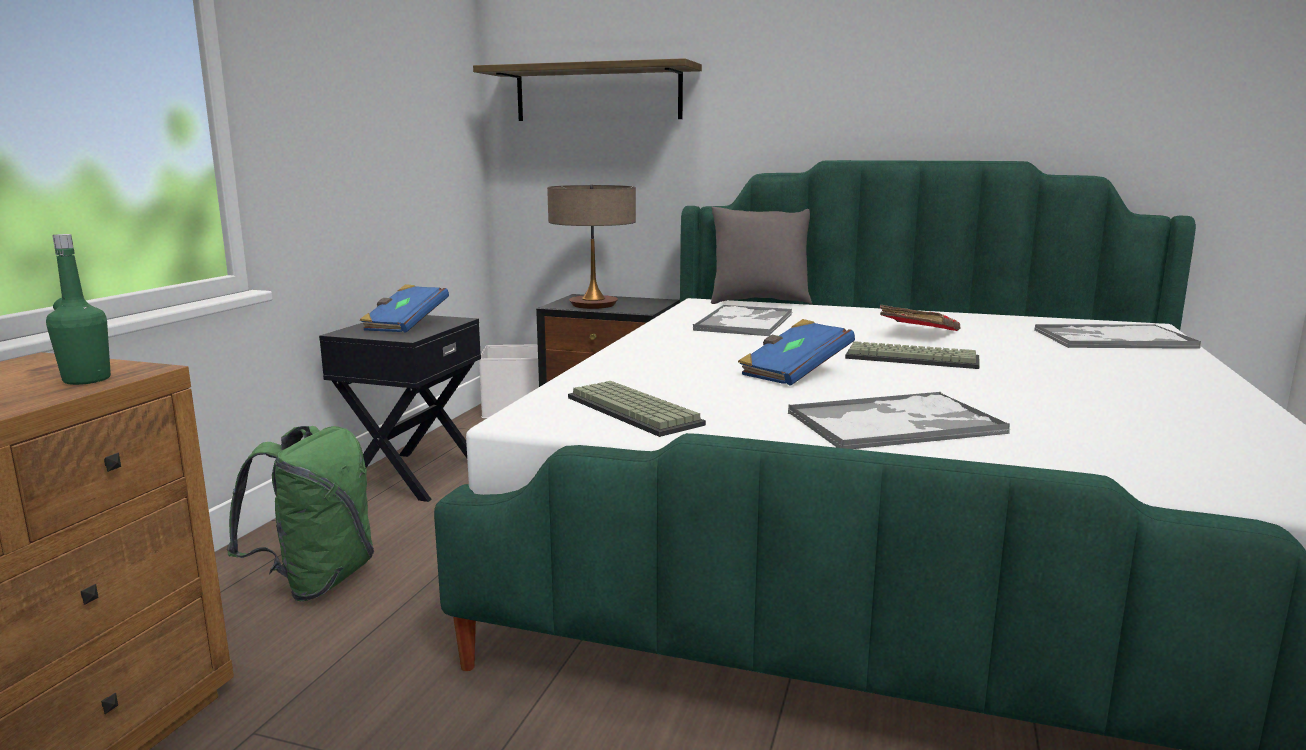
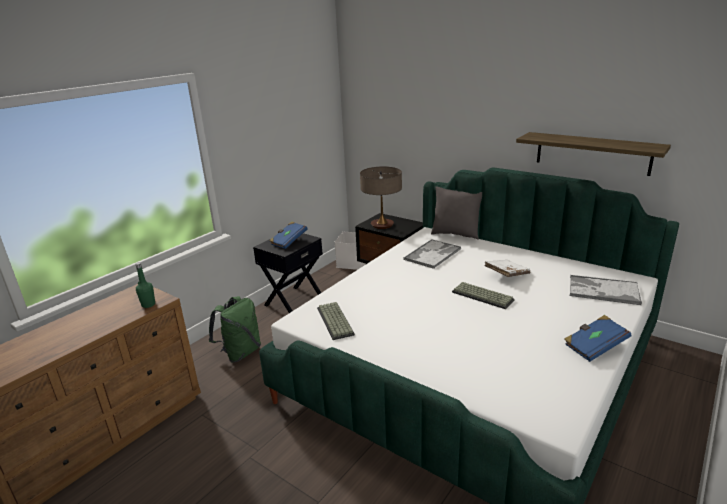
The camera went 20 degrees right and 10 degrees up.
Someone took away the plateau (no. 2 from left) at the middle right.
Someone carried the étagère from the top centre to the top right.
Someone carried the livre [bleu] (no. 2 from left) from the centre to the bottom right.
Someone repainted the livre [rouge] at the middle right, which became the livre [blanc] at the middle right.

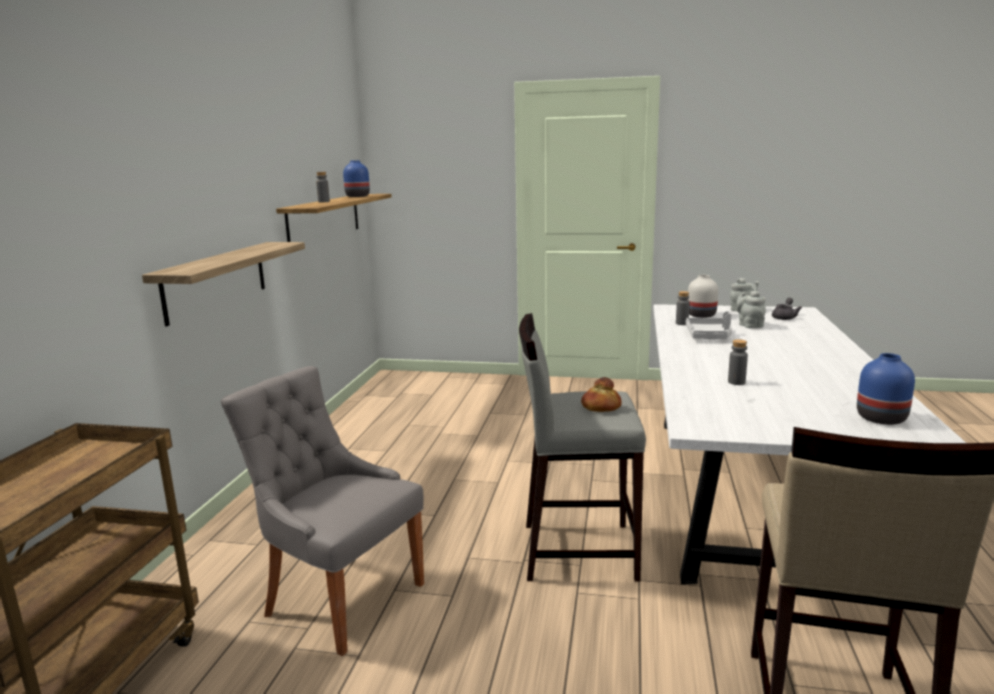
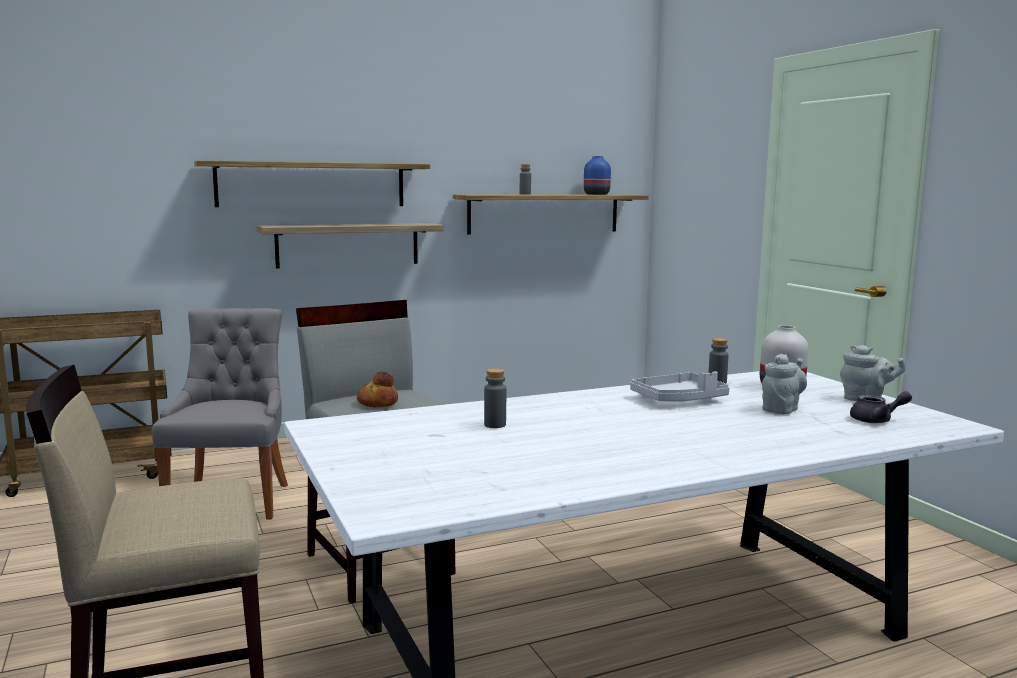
The camera went 55 degrees right and 5 degrees down.
Someone took away the vase [bleu] (no. 2 from left) at the middle right.
Someone put up the étagère (no. 1 from left) at the top left.

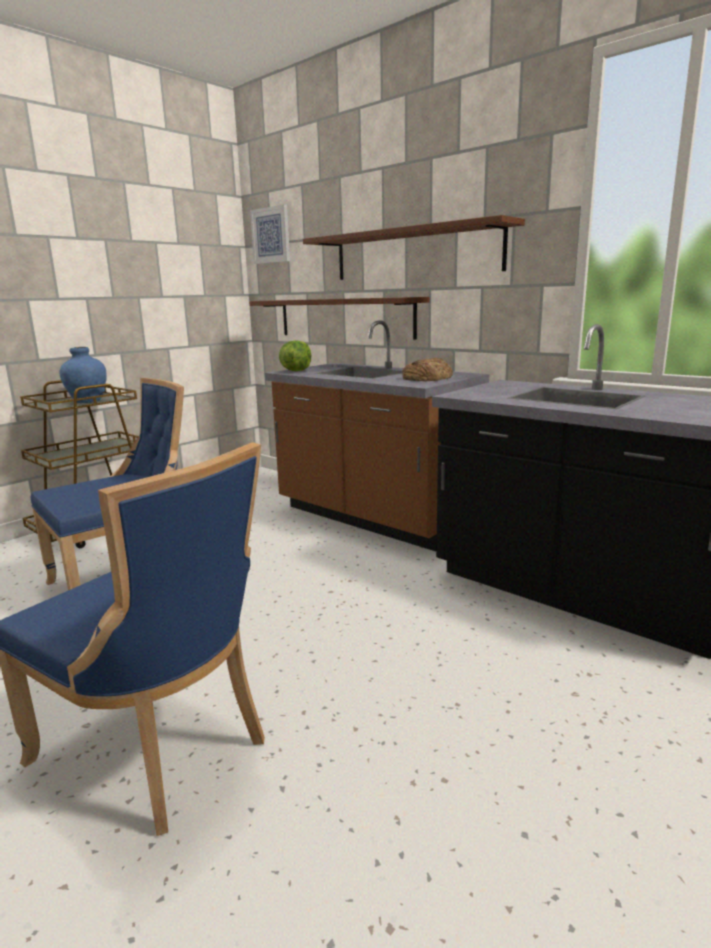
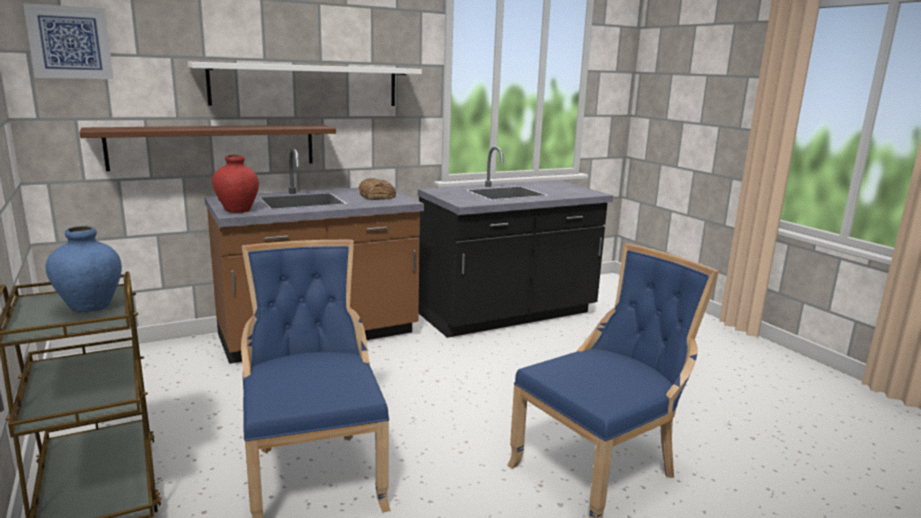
The camera went 70 degrees left and 0 degrees up.
Someone swapped the laitue at the centre for the vase [rouge] at the middle left.
Someone repainted the étagère [marron] (no. 2 from left) at the top centre, which became the étagère [blanc] at the top left.

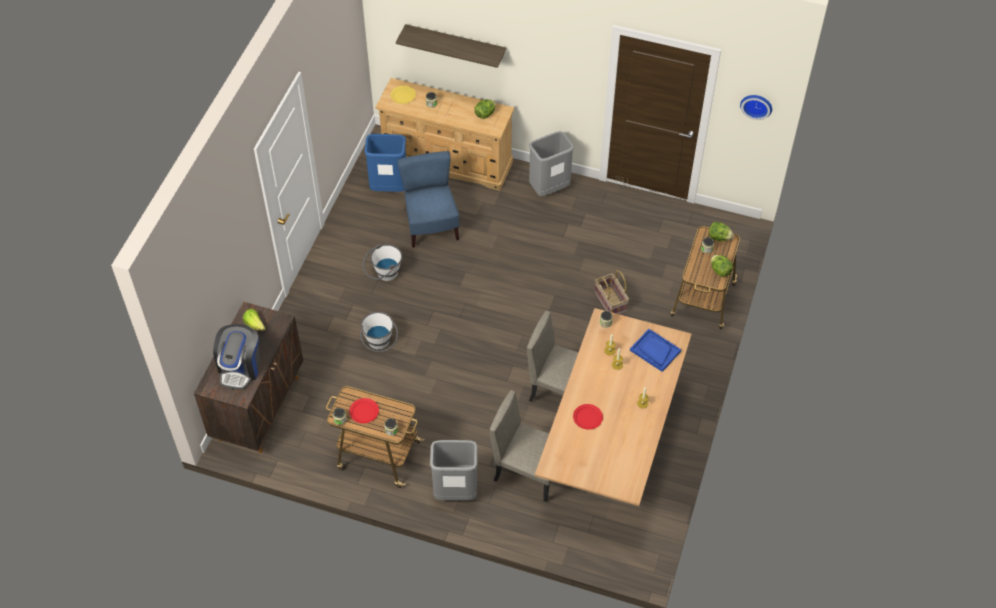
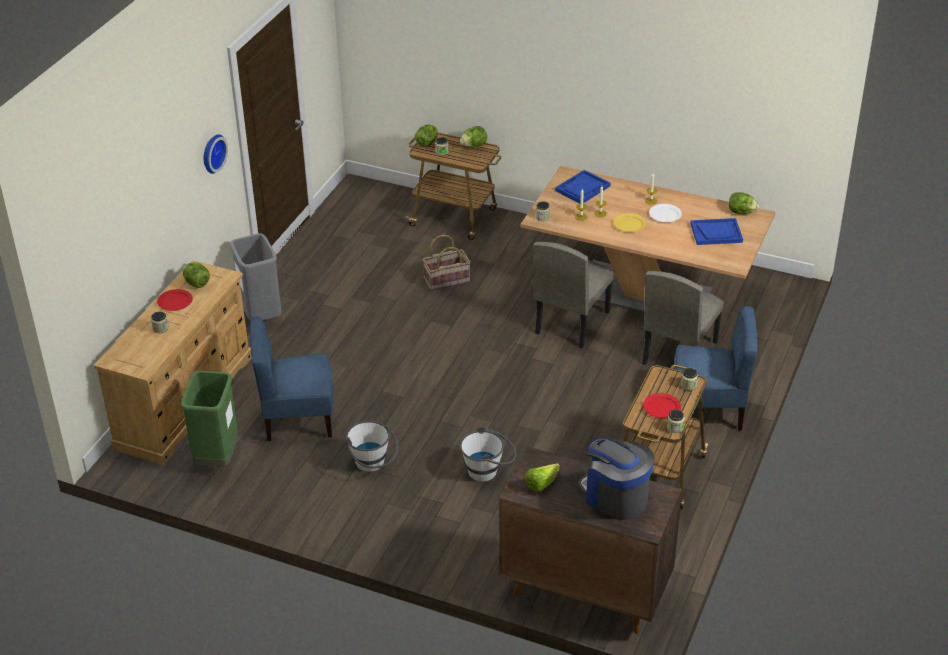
The camera went 85 degrees left and 15 degrees down.
Someone took away the étagère at the top centre.
Someone put down the assiette [blanc] at the top right.
Someone put down the plateau [bleu] (no. 2 from left) at the middle right.
Someone put down the laitue (no. 5 from left) at the top right.
Someone carried the assiette [jaune] from the top centre to the centre.
Someone carried the assiette [rouge] (no. 2 from left in the first image) from the bottom centre to the middle left.
Someone carried the horloge murale from the top right to the top left.
Someone swapped the poubelle [gris] (no. 1 from left) at the bottom centre for the chaise [bleu] (no. 2 from left) at the middle right.
Someone repainted the poubelle [bleu] at the top centre, which became the poubelle [vert] at the middle left.
Someone rotated the machine à café at the middle left by 150 degrees counterclockwise.

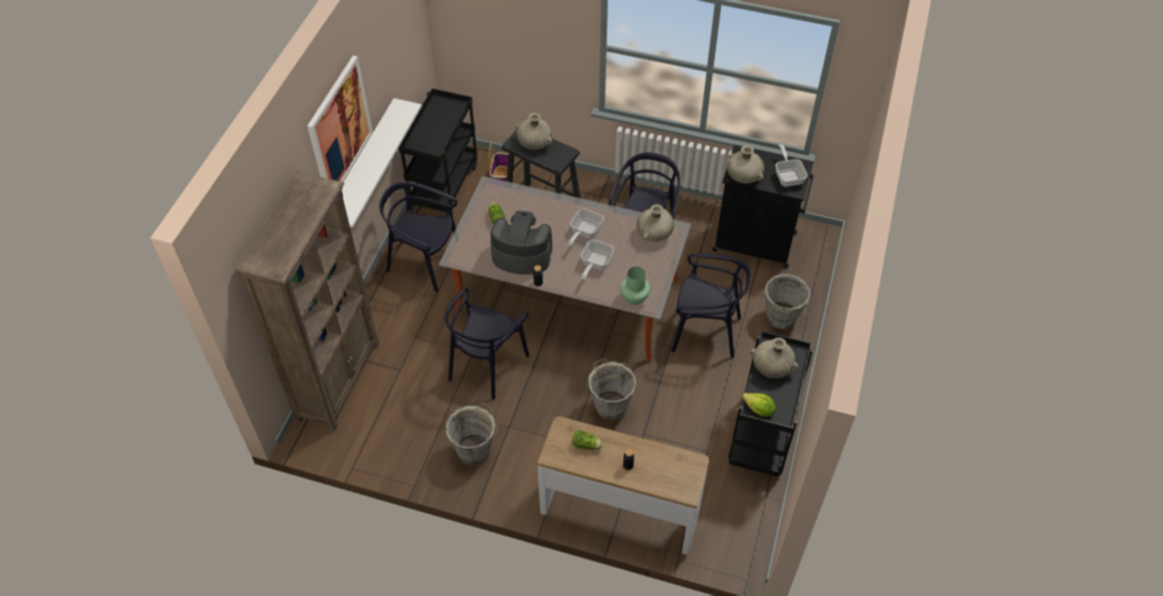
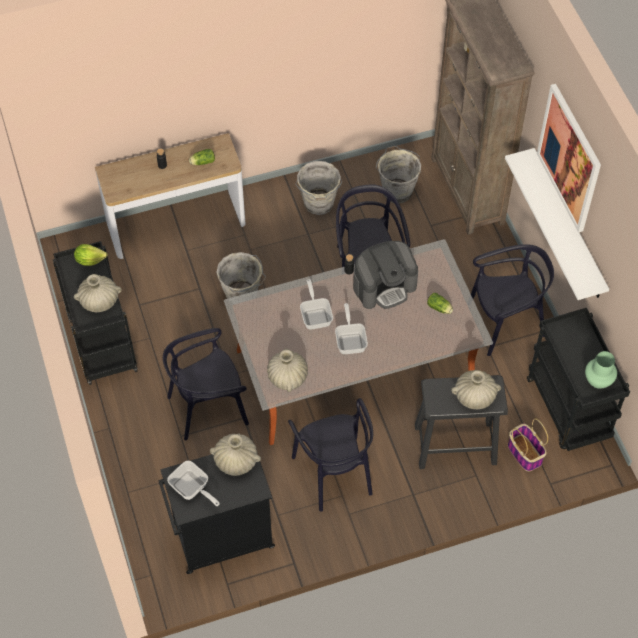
The camera went 145 degrees right and 5 degrees up.
Someone carried the vase [vert] from the centre to the middle right.
Someone carried the seau [gris] (no. 3 from left) from the middle right to the top centre.

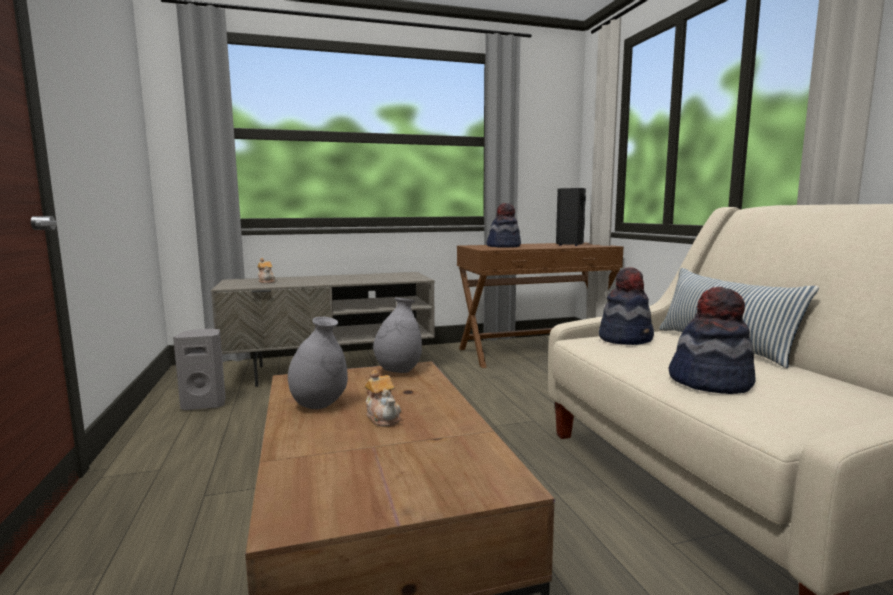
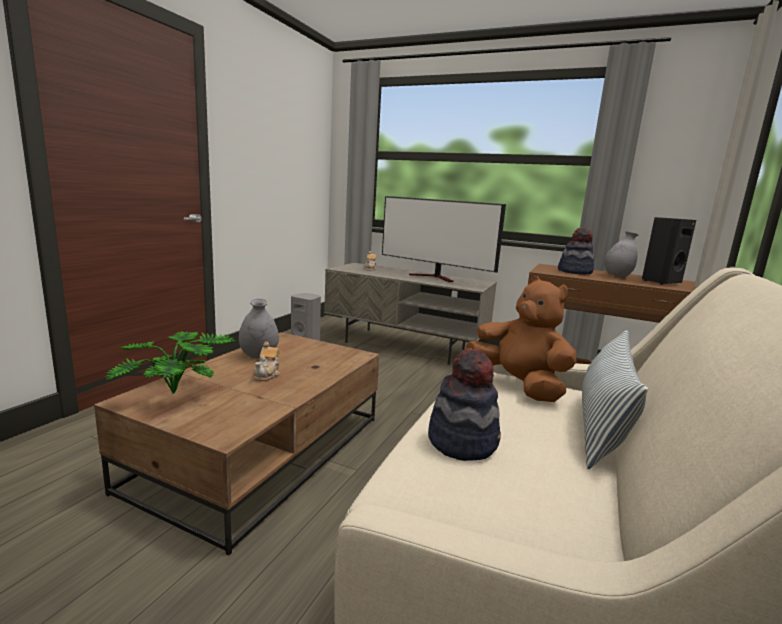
The camera went 40 degrees right and 5 degrees up.
Someone put down the plante en pot at the middle left.
Someone put down the téléviseur at the centre.
Someone carried the vase [gris] (no. 2 from left) from the centre to the middle right.
Someone swapped the chapeau (no. 2 from left) at the middle right for the peluche [marron] at the centre.

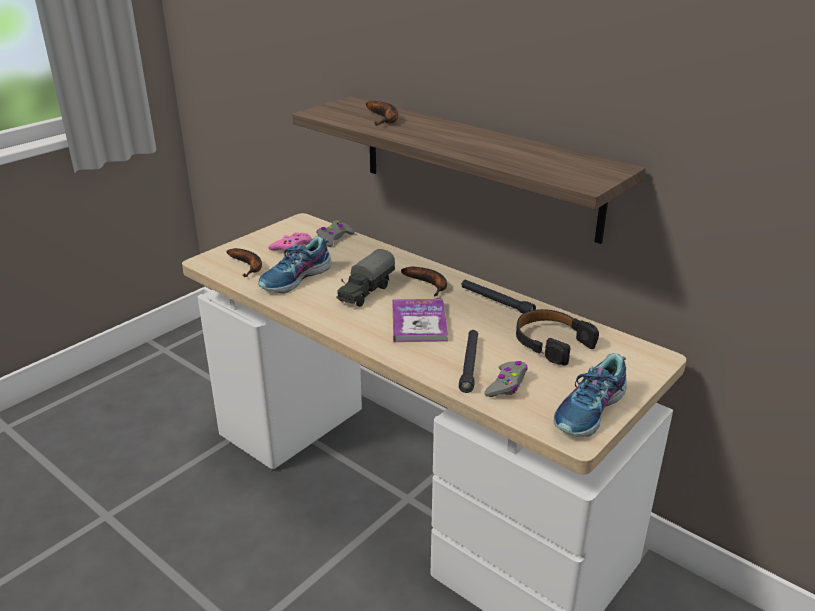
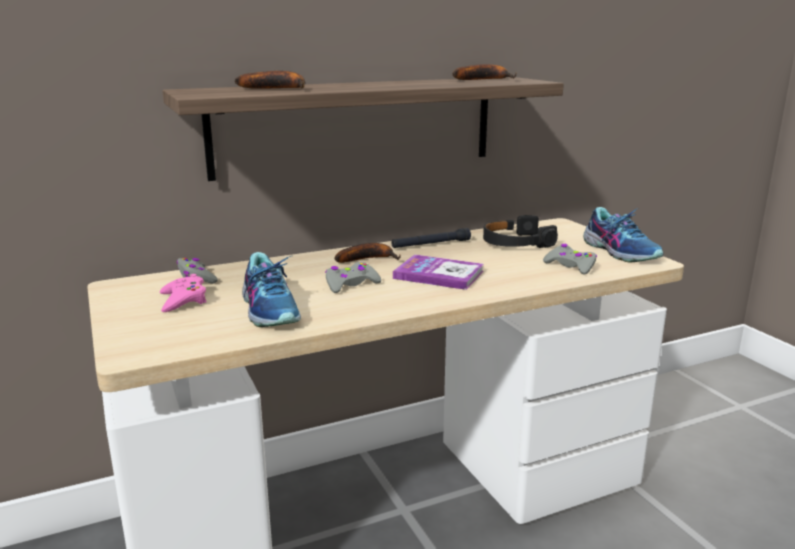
The camera went 65 degrees left and 10 degrees down.
Someone took away the lampe de poche [noir] (no. 1 from left) at the centre.
Someone carried the banane (no. 1 from left in the first image) from the middle left to the top centre.
Someone swapped the camion jouet at the centre for the manette [gris] (no. 2 from left) at the centre.

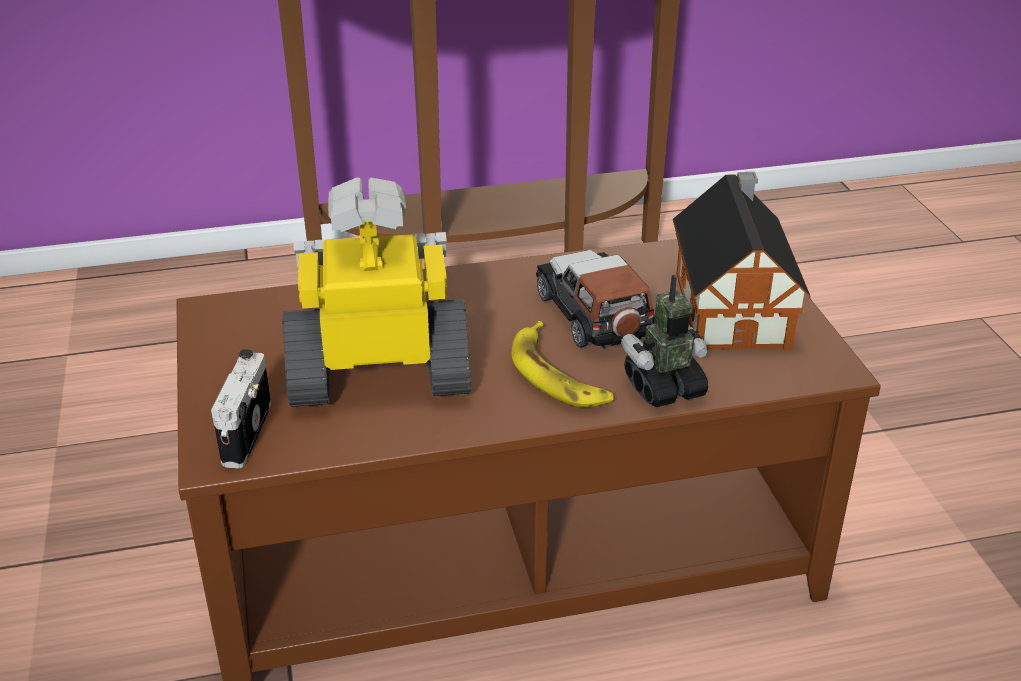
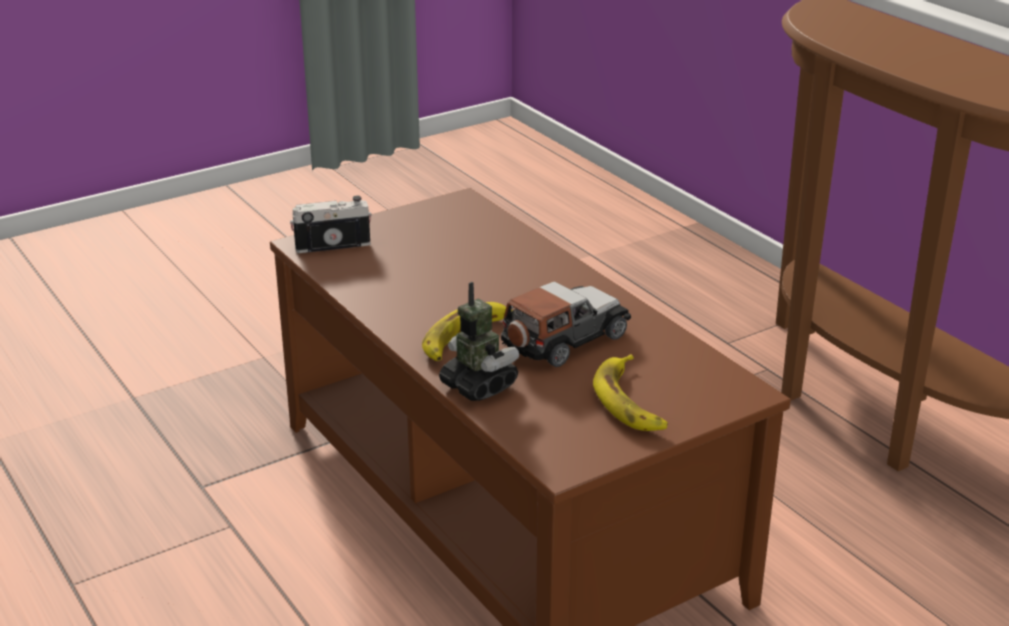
The camera went 70 degrees right and 5 degrees down.
Someone took away the robot jouet (no. 1 from left) at the centre.
Someone swapped the maison miniature at the middle right for the banane (no. 2 from left) at the centre.

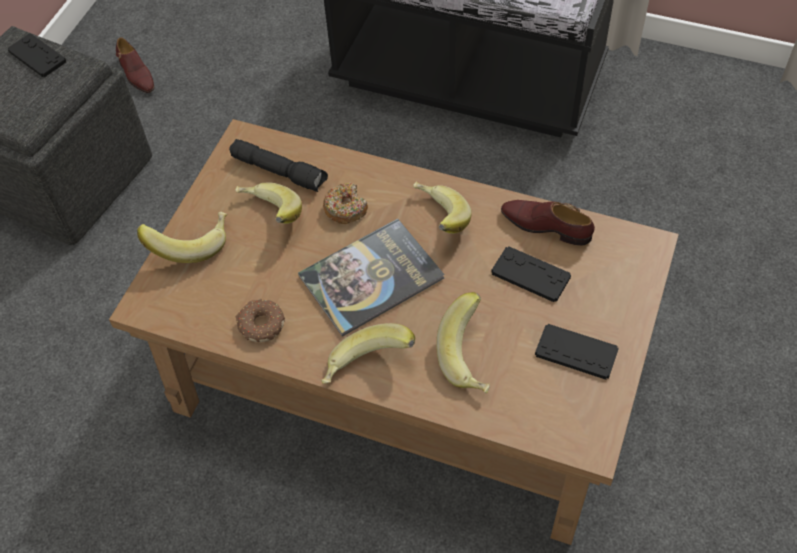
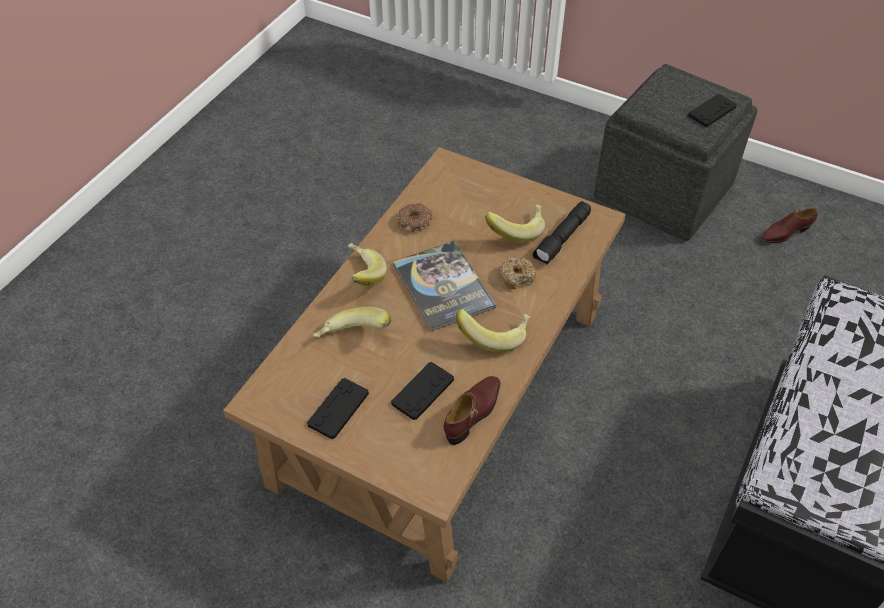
The camera went 95 degrees right and 5 degrees down.
Someone took away the banane (no. 1 from left) at the middle left.

